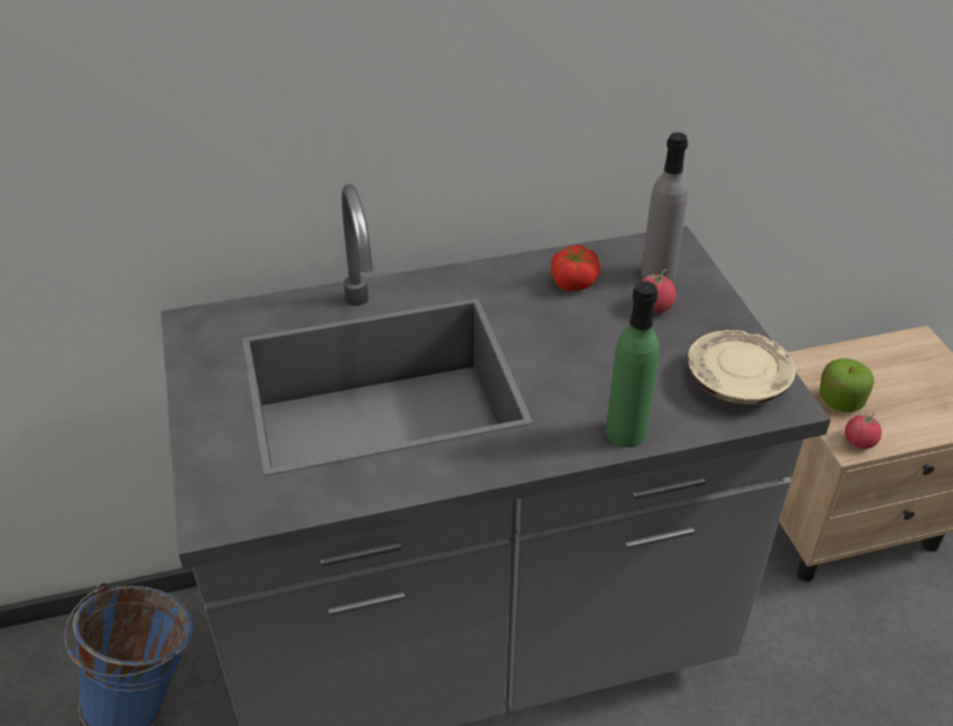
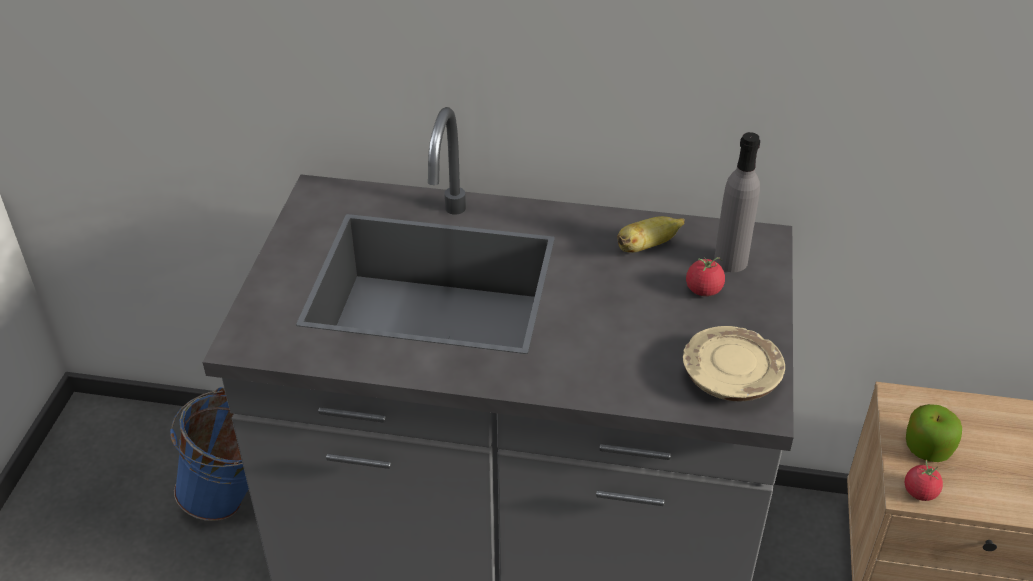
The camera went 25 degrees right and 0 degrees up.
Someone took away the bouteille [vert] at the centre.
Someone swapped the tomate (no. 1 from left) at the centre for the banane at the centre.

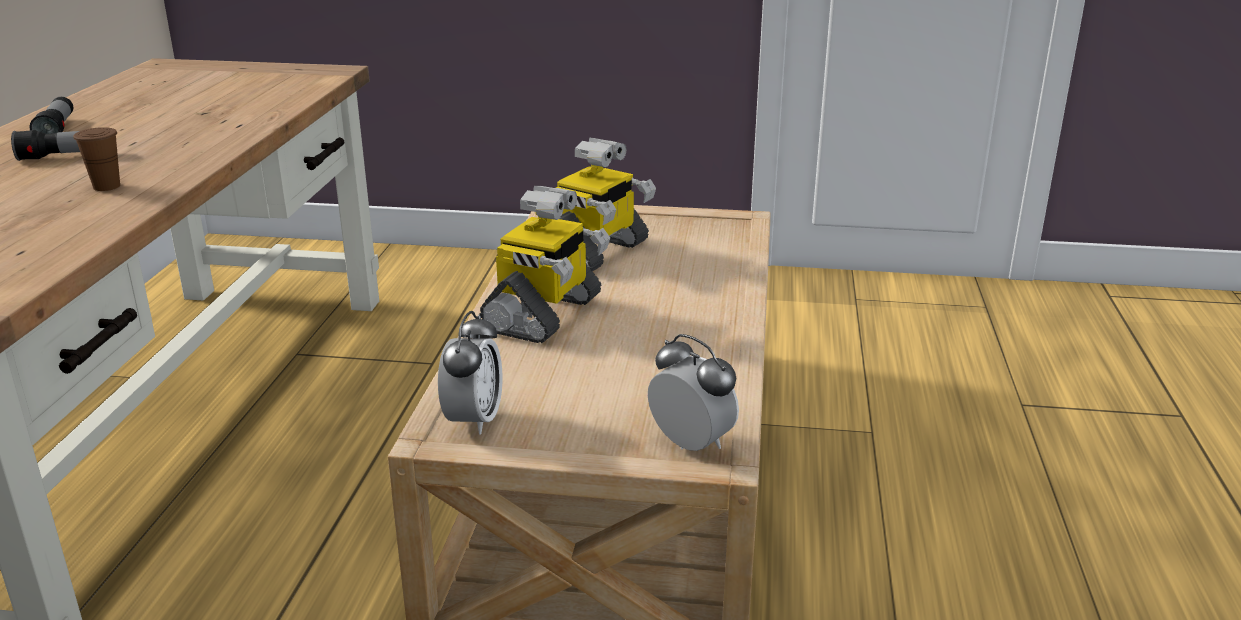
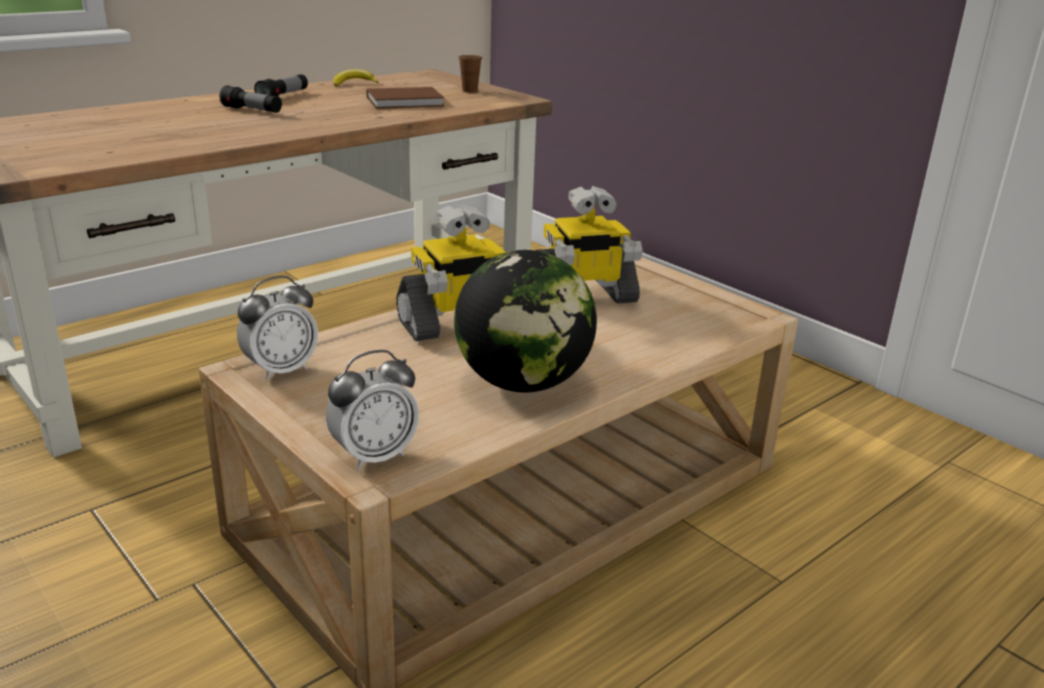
The camera went 40 degrees right and 0 degrees up.
Someone put down the banane at the top centre.
Someone put down the livre [marron] at the top centre.
Someone put down the globe at the centre.
Someone carried the tasse [marron] from the top left to the top centre.
Someone rotated the réveil (no. 2 from left) at the centre by 60 degrees clockwise.

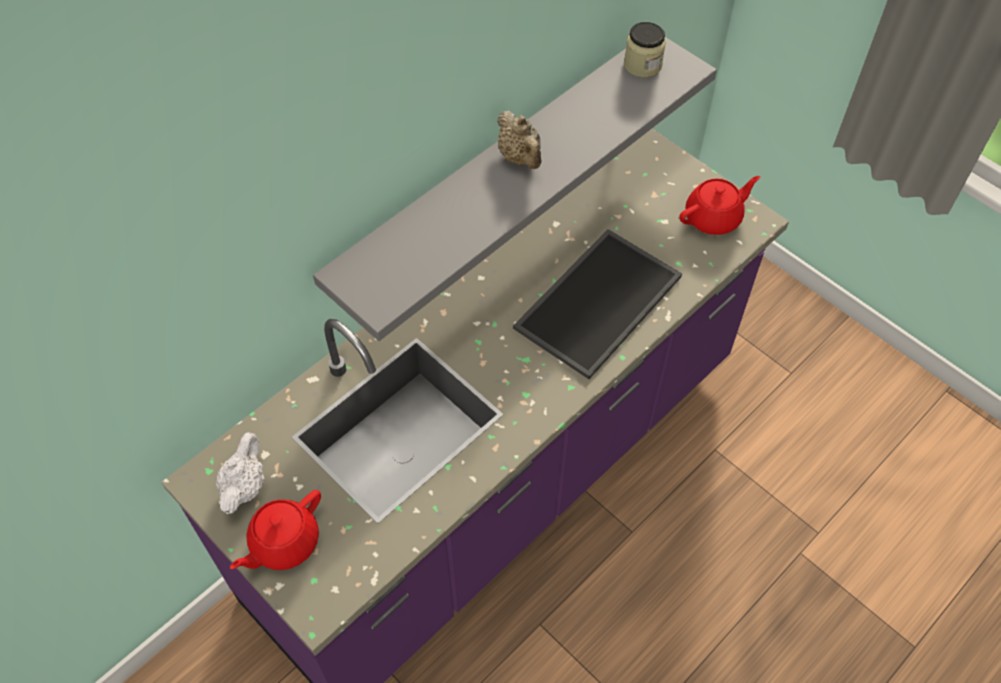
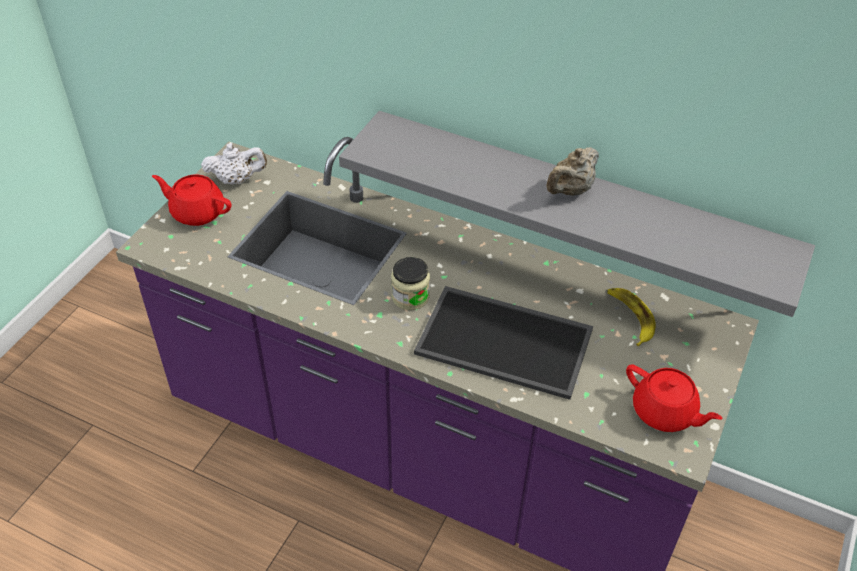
The camera went 70 degrees right and 10 degrees down.
Someone put down the banane at the middle right.
Someone carried the bocal from the top centre to the centre.

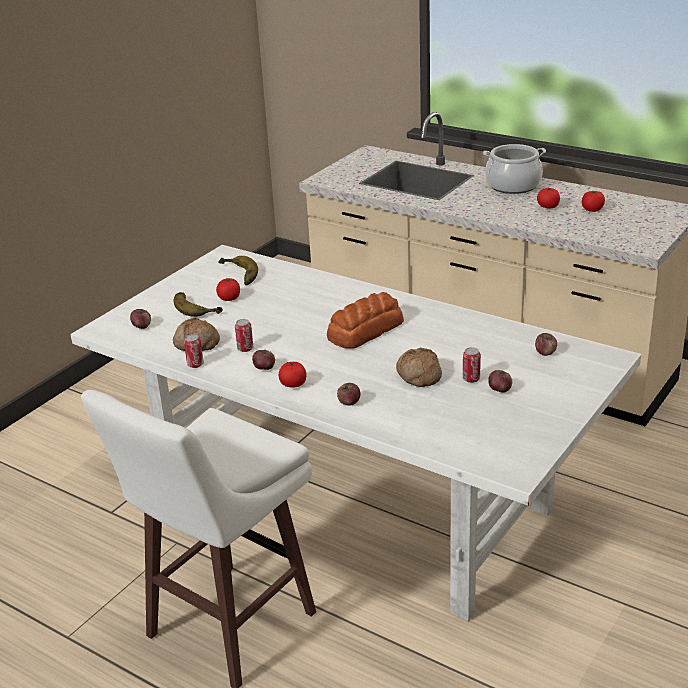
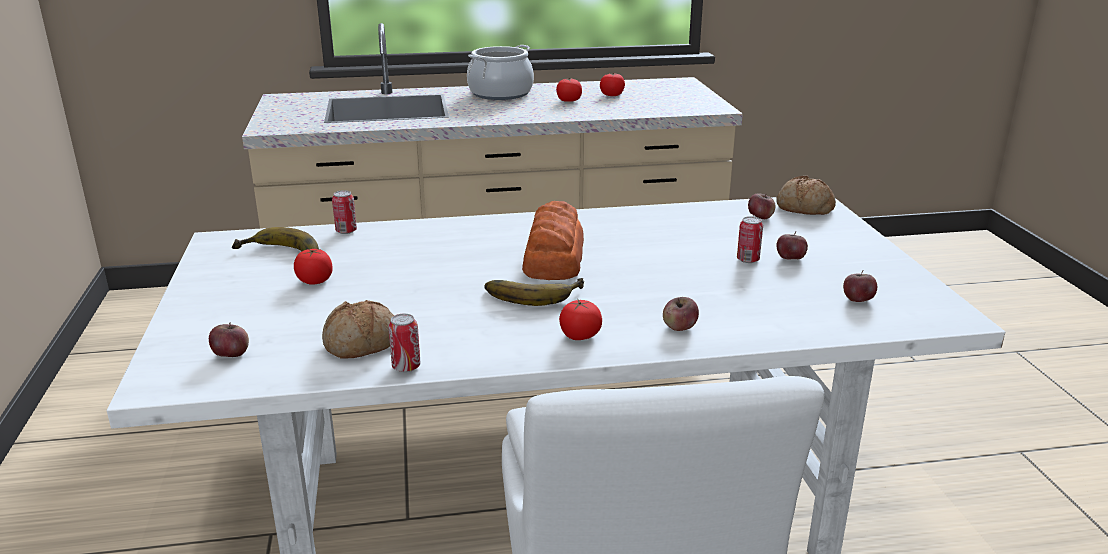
The camera went 45 degrees left and 5 degrees down.
Someone carried the banane (no. 1 from left in the first image) from the middle left to the centre.
Someone carried the boîte métallique (no. 2 from left in the first image) from the centre to the middle left.
Someone carried the pomme (no. 2 from left in the first image) from the centre to the middle right.
Someone carried the pain (no. 3 from left) from the centre to the middle right.

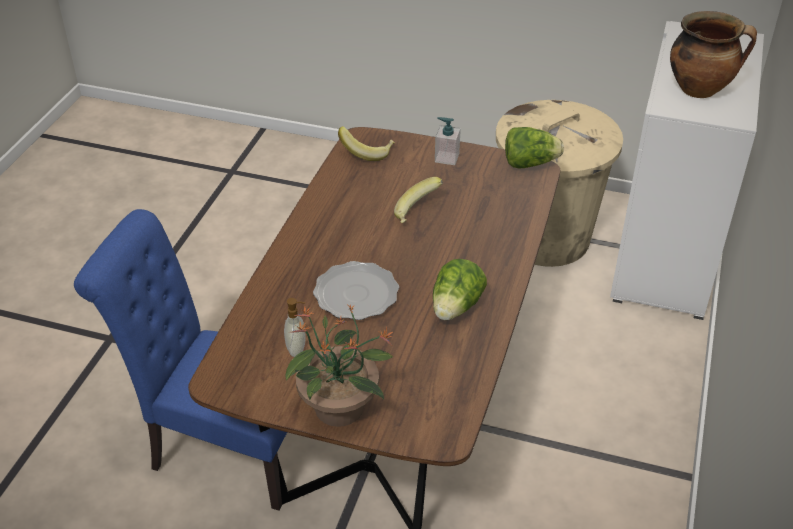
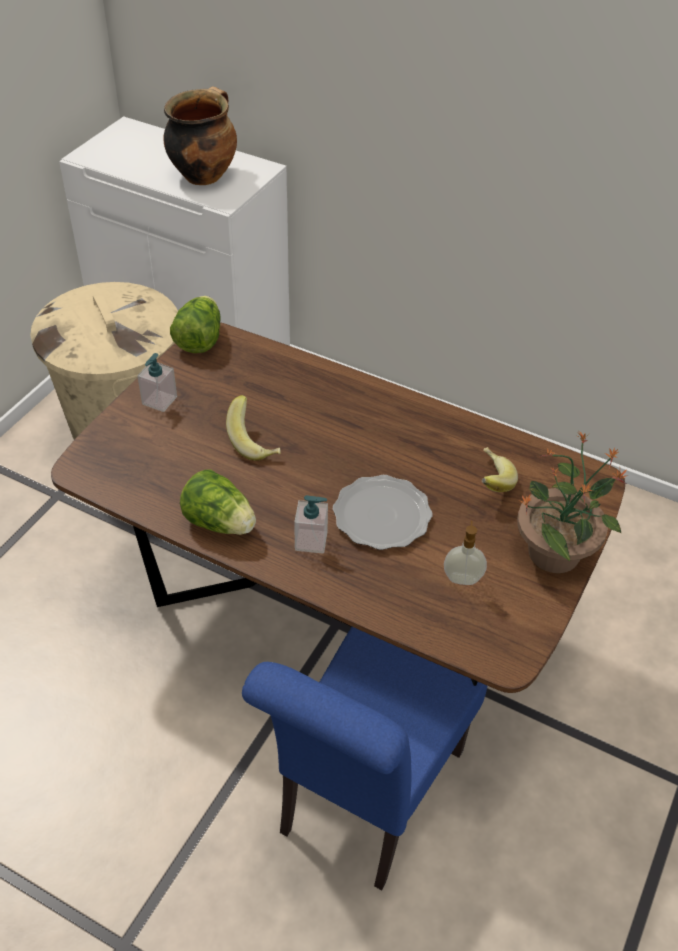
The camera went 80 degrees left and 5 degrees up.
Someone put down the distributeur de savon (no. 2 from left) at the centre.
Someone carried the banane (no. 1 from left in the first image) from the top centre to the middle right.
Someone carried the laitue (no. 1 from left in the first image) from the centre to the middle left.

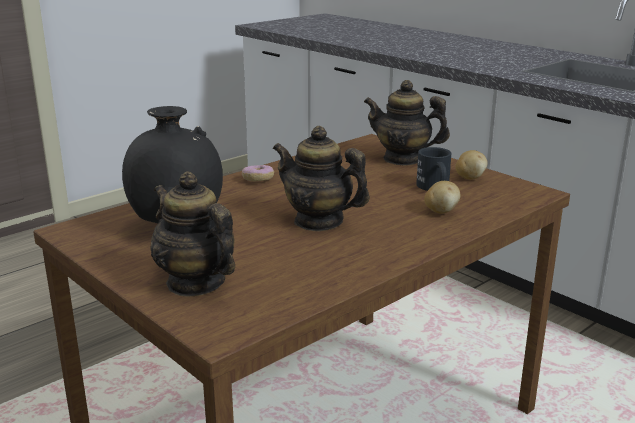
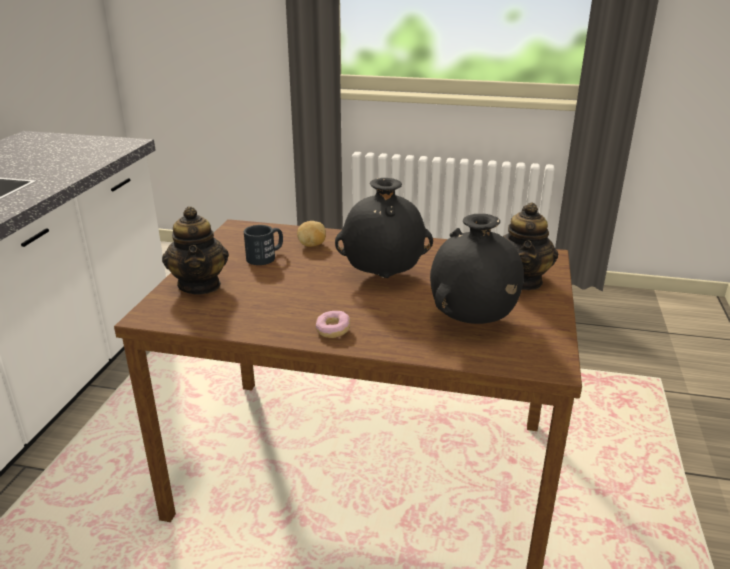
The camera went 125 degrees left and 5 degrees up.
Someone took away the pomme de terre (no. 2 from left) at the middle right.
Someone swapped the théière (no. 2 from left) at the centre for the vase [noir] (no. 1 from left) at the centre.

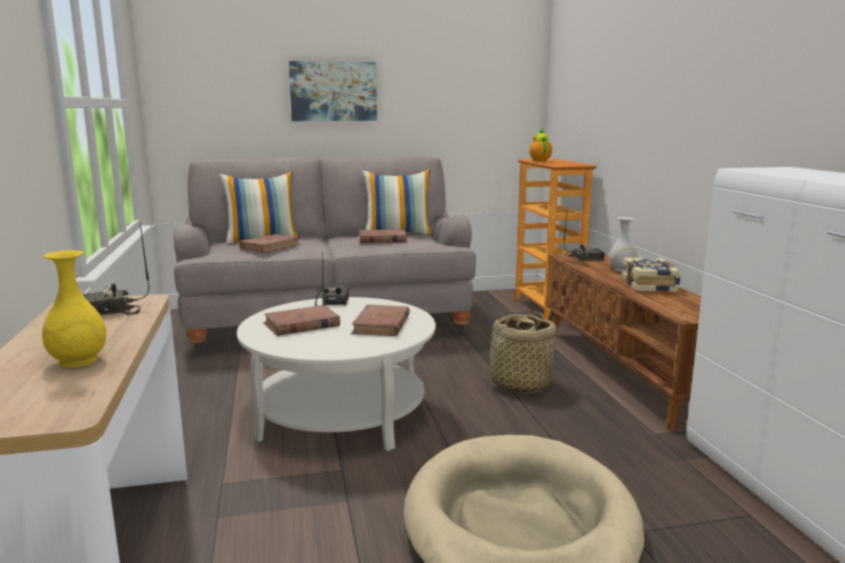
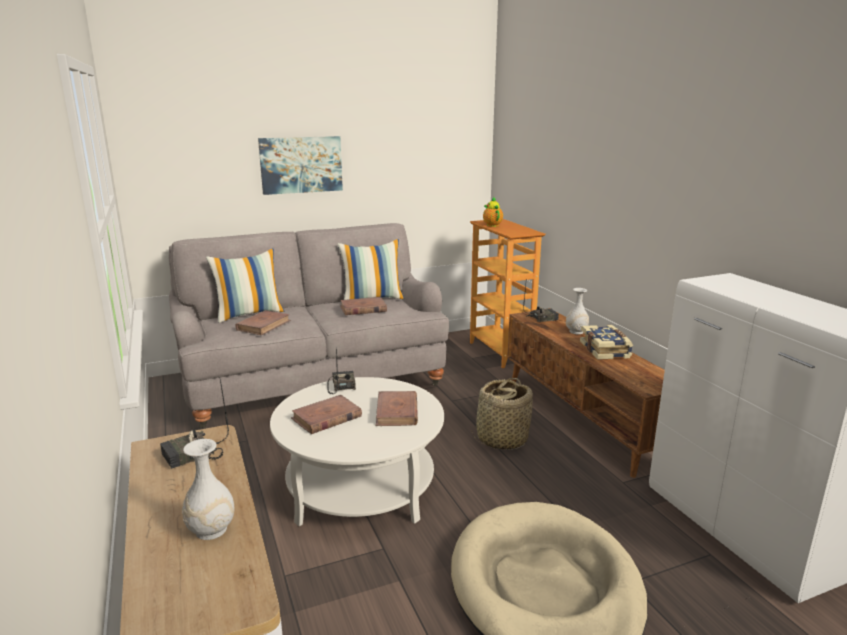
The camera went 10 degrees left and 5 degrees up.
Someone repainted the vase [jaune] at the middle left, which became the vase [blanc] (no. 1 from left) at the bottom left.

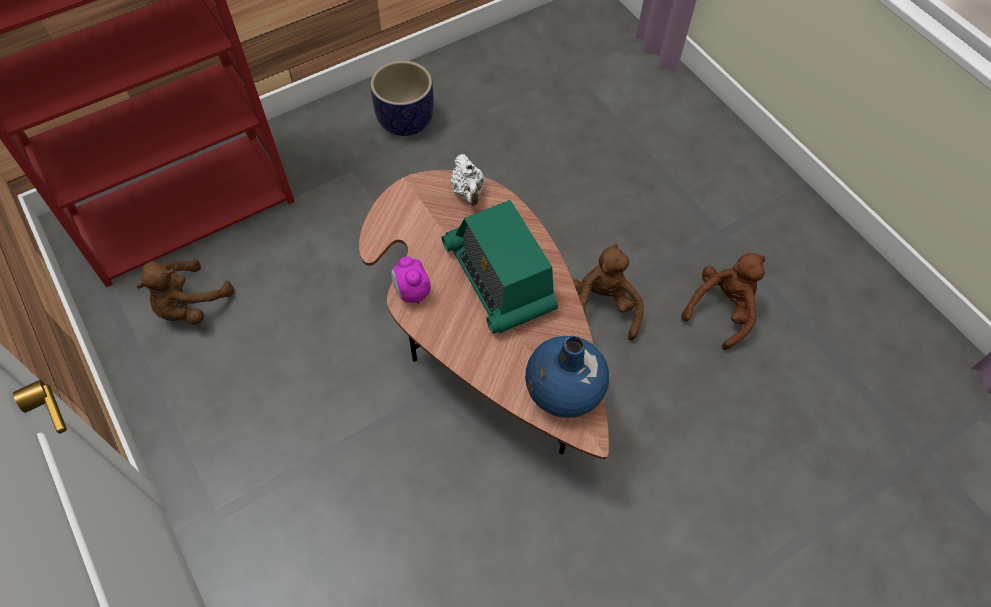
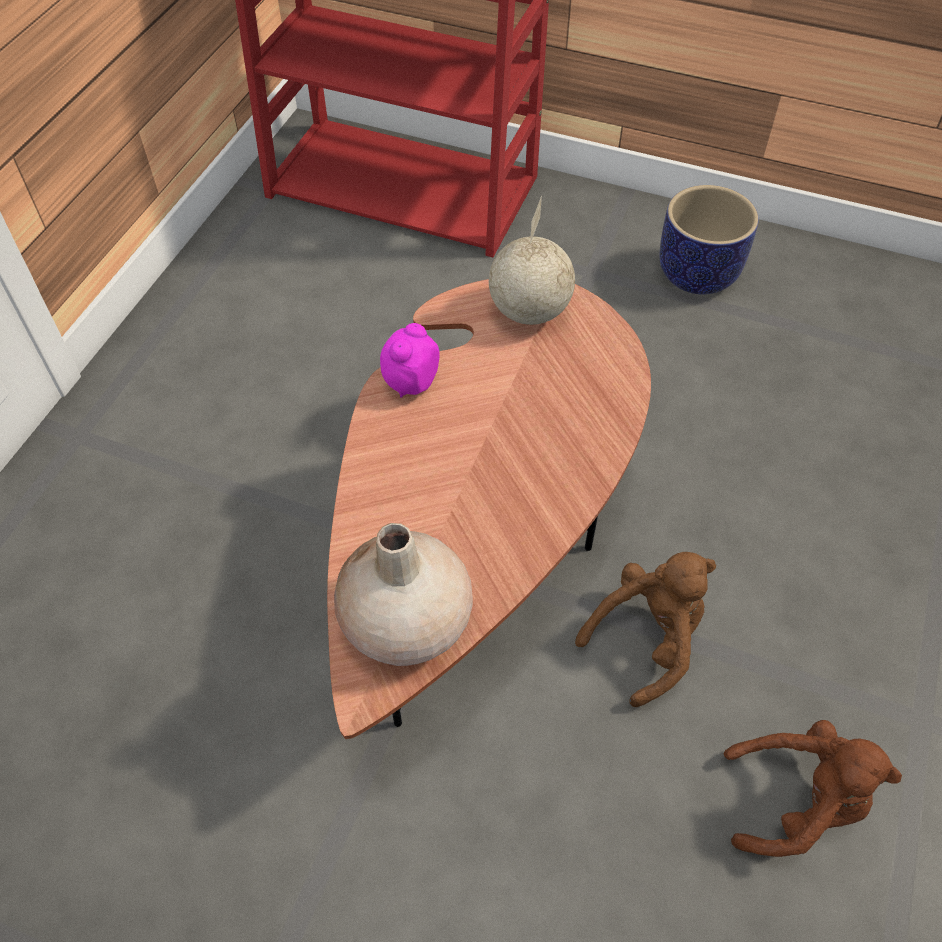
The camera went 55 degrees right and 5 degrees down.
Someone took away the peluche [marron] (no. 1 from left) at the middle left.
Someone took away the radio at the centre.
Someone took away the théière [blanc] at the top centre.
Someone put down the globe at the top centre.
Someone repainted the vase [bleu] at the centre, which became the vase [beige] at the centre.

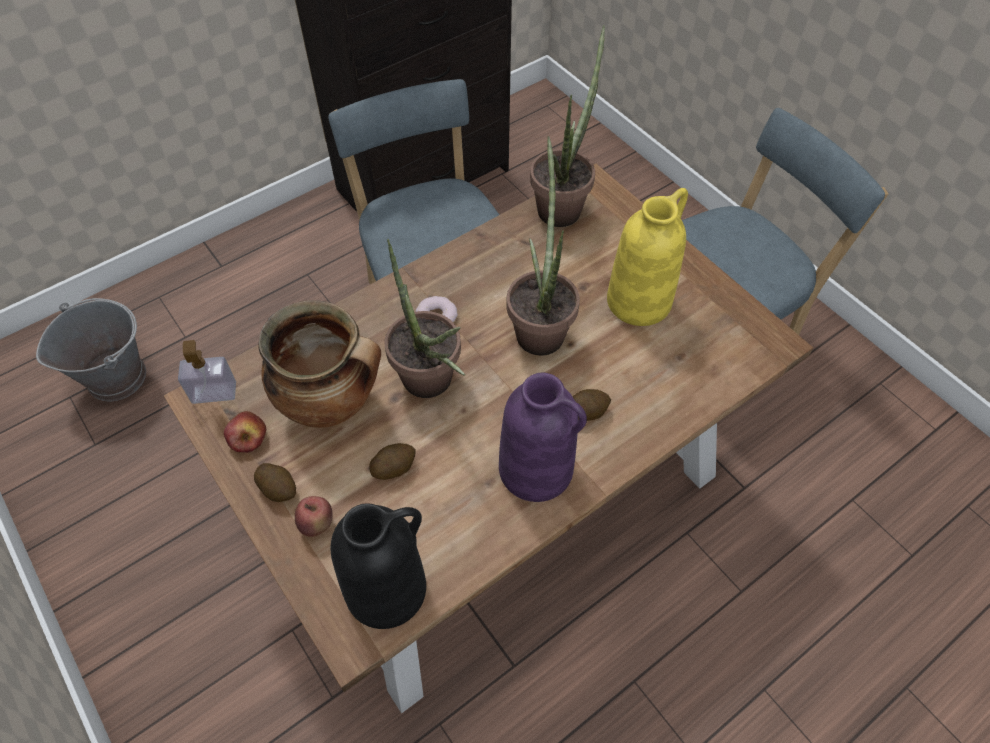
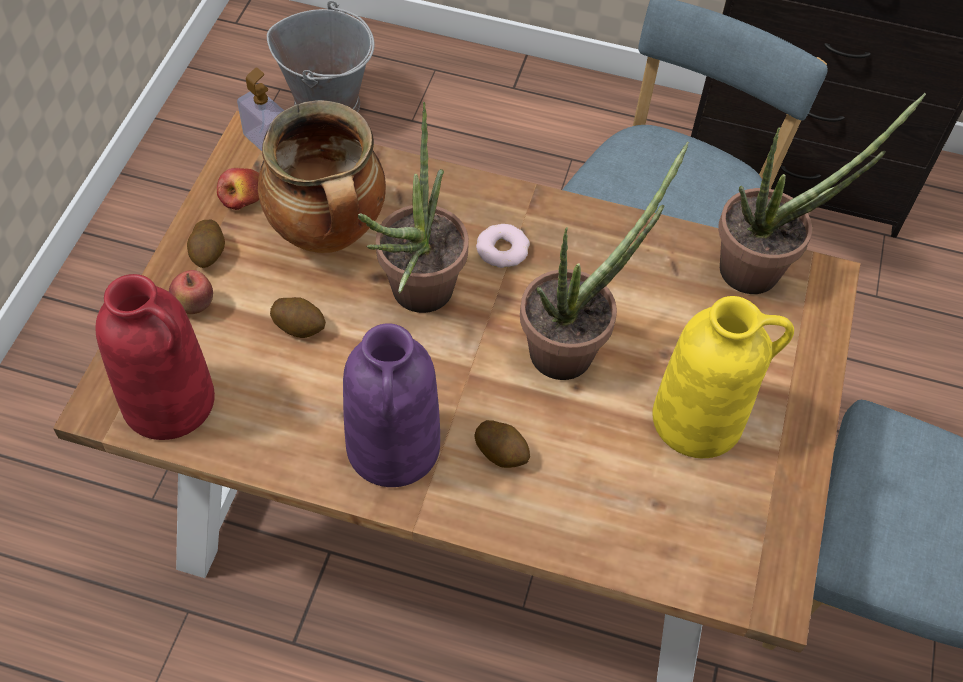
The camera went 50 degrees right and 0 degrees up.
Someone repainted the vase [noir] at the bottom centre, which became the vase [rouge] at the middle left.

